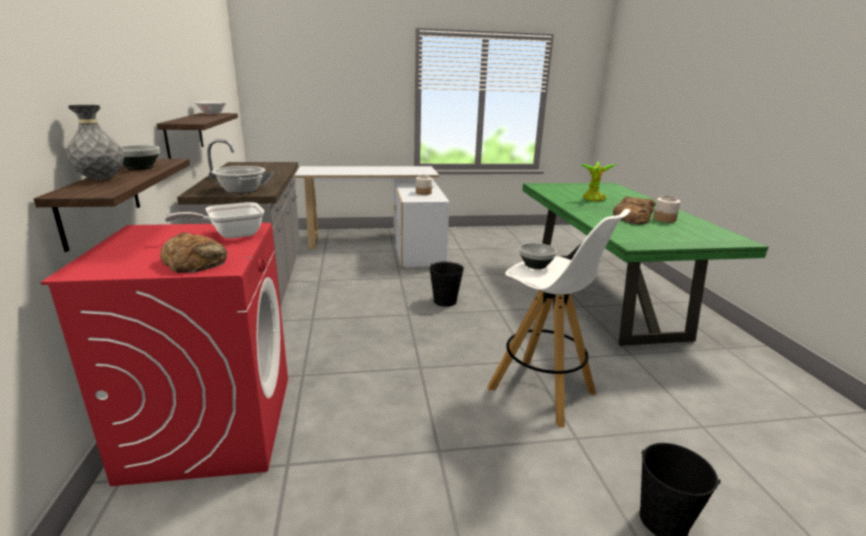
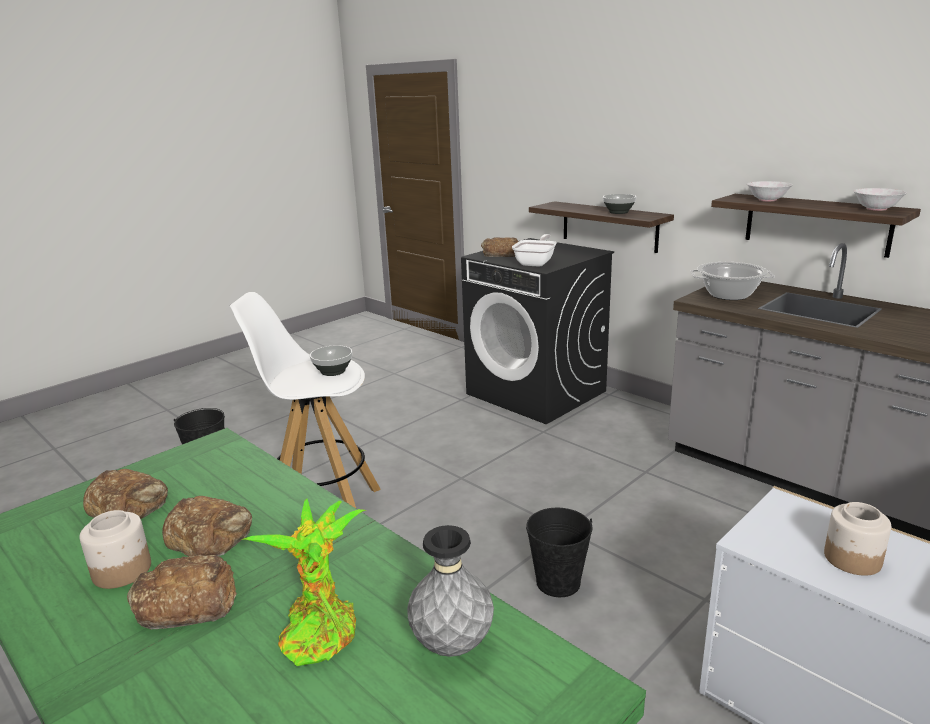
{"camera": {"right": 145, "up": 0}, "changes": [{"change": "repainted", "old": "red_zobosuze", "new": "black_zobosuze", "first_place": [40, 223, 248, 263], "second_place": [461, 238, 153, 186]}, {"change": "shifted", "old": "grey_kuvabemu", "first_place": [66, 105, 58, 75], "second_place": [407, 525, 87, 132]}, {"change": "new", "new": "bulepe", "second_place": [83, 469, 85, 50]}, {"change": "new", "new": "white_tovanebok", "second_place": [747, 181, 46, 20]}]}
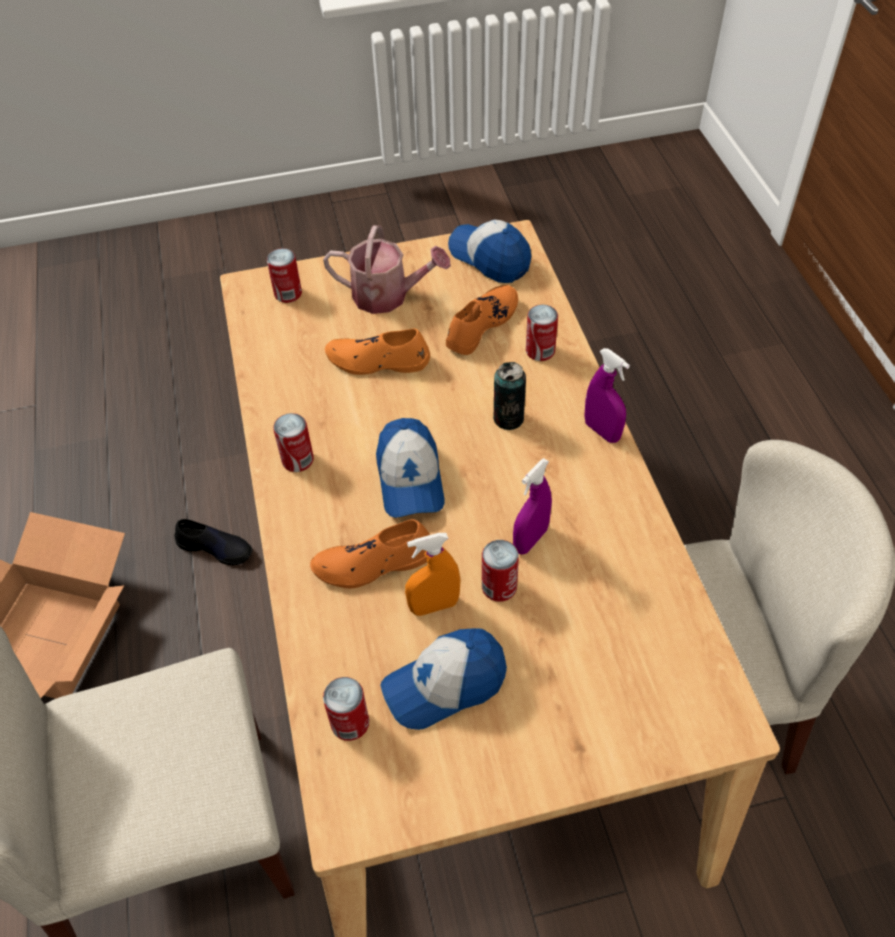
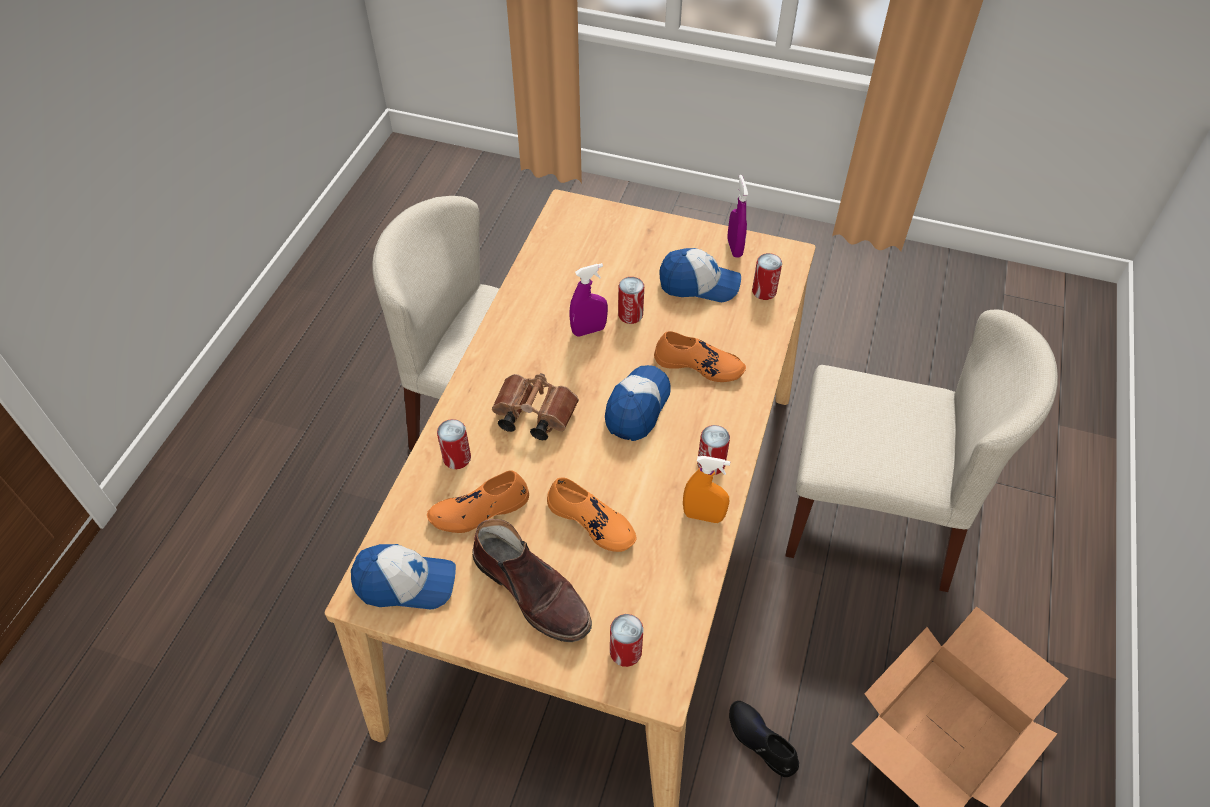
{"camera": {"right": -150, "up": 0}, "changes": [{"change": "swapped", "old": "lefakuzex", "new": "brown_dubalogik", "first_place": [323, 225, 128, 89], "second_place": [473, 519, 119, 123]}, {"change": "shifted", "old": "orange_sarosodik", "first_place": [405, 533, 56, 83], "second_place": [683, 456, 47, 67]}, {"change": "rotated", "old": "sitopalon", "first_place": [448, 220, 83, 63], "second_place": [351, 544, 105, 65], "degrees": -75}, {"change": "swapped", "old": "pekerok", "new": "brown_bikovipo", "first_place": [493, 362, 33, 68], "second_place": [492, 373, 87, 67]}, {"change": "shifted", "old": "purple_sarosodik", "first_place": [585, 348, 45, 95], "second_place": [727, 175, 21, 83]}]}
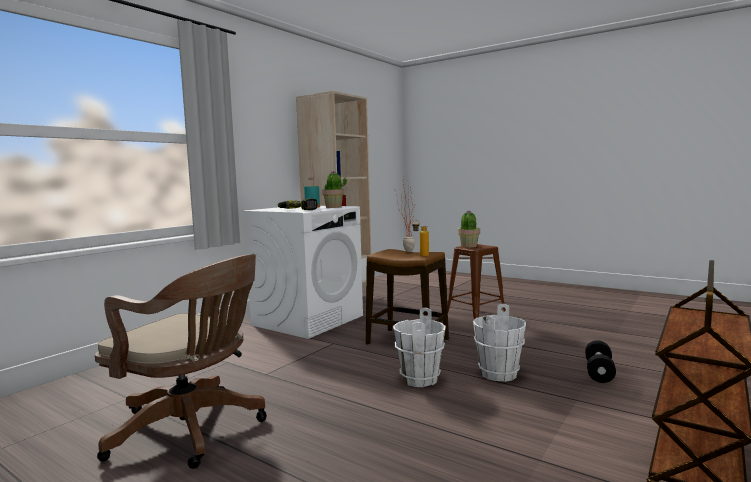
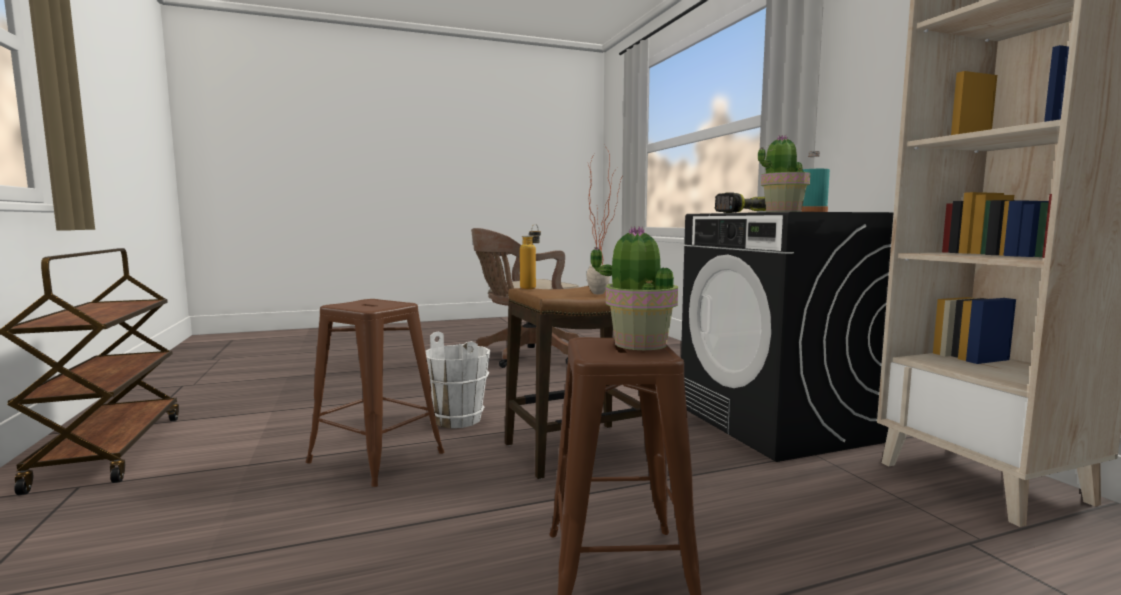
{"camera": {"right": 125, "up": 0}, "changes": [{"change": "repainted", "old": "white_zobosuze", "new": "black_zobosuze", "first_place": [242, 206, 121, 133], "second_place": [681, 212, 213, 250]}, {"change": "swapped", "old": "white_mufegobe", "new": "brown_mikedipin", "first_place": [473, 304, 53, 78], "second_place": [306, 299, 138, 188]}, {"change": "gone", "old": "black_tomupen", "first_place": [585, 340, 31, 43]}]}
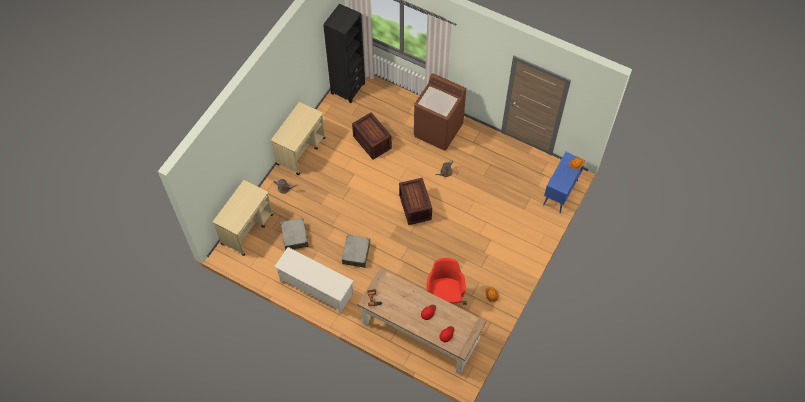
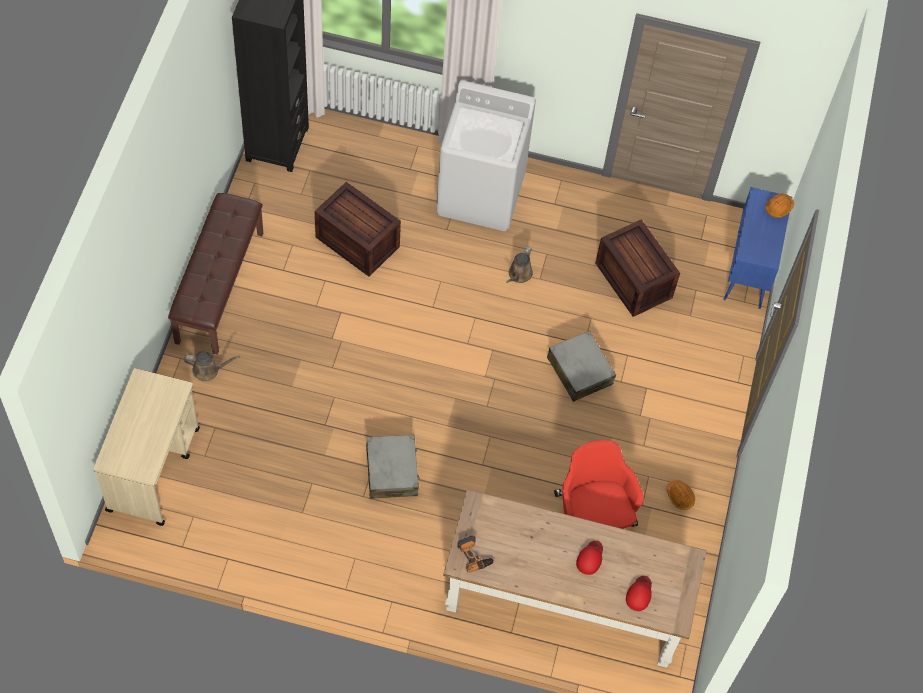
{"camera": {"right": -20, "up": 0}, "changes": [{"change": "swapped", "old": "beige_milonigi", "new": "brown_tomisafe", "first_place": [271, 102, 55, 73], "second_place": [168, 193, 95, 162]}, {"change": "gone", "old": "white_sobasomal", "first_place": [274, 247, 80, 66]}, {"change": "shifted", "old": "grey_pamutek", "first_place": [280, 218, 29, 32], "second_place": [547, 331, 69, 71]}, {"change": "shifted", "old": "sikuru", "first_place": [399, 178, 33, 47], "second_place": [595, 220, 85, 97]}, {"change": "repainted", "old": "brown_zobosuze", "new": "white_zobosuze", "first_place": [414, 73, 52, 78], "second_place": [436, 81, 100, 150]}]}
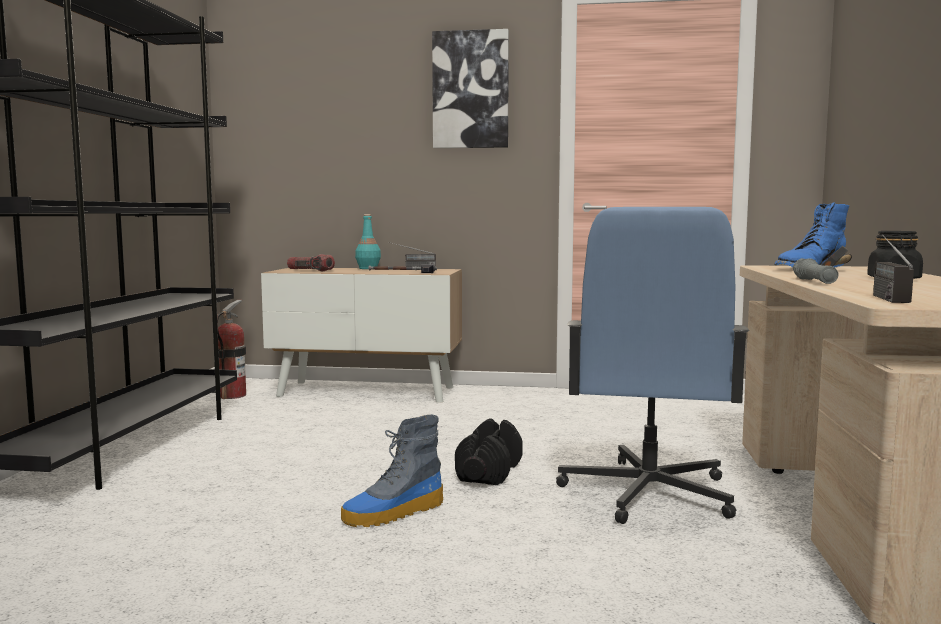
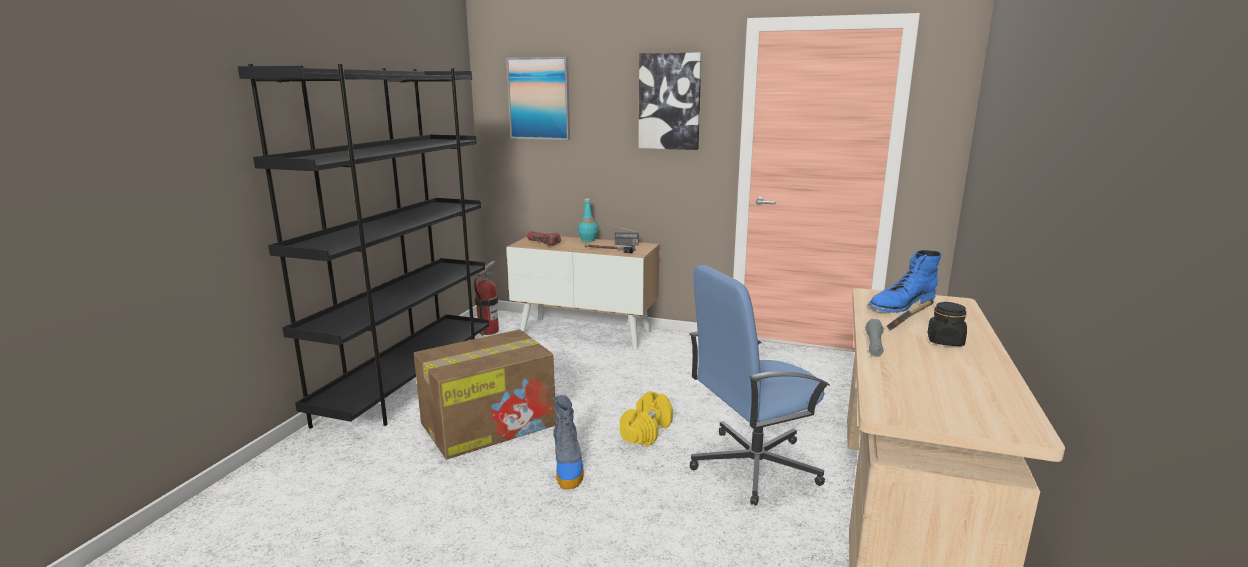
{"camera": {"right": 10, "up": 10}, "changes": [{"change": "rotated", "old": "dubalogik", "first_place": [341, 415, 102, 112], "second_place": [553, 395, 31, 94], "degrees": -75}, {"change": "repainted", "old": "black_tomupen", "new": "yellow_tomupen", "first_place": [455, 418, 68, 67], "second_place": [620, 391, 53, 55]}, {"change": "rotated", "old": "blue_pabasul", "first_place": [556, 207, 194, 317], "second_place": [690, 265, 140, 241], "degrees": 45}, {"change": "gone", "old": "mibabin", "first_place": [873, 235, 41, 68]}, {"change": "new", "new": "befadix", "second_place": [414, 329, 142, 131]}, {"change": "new", "new": "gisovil", "second_place": [506, 57, 64, 83]}]}
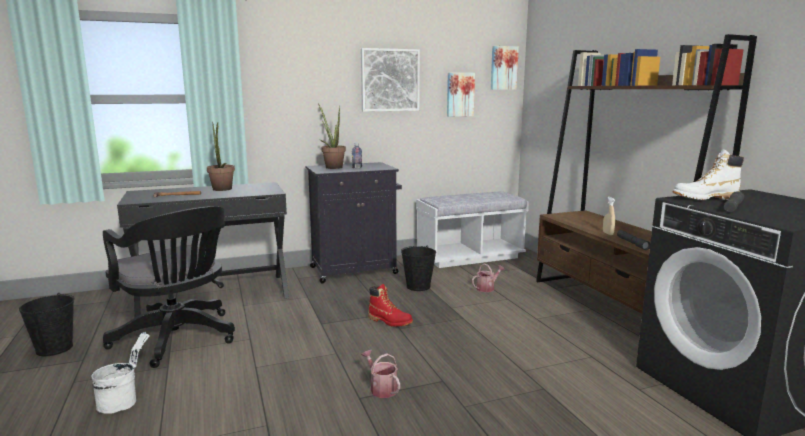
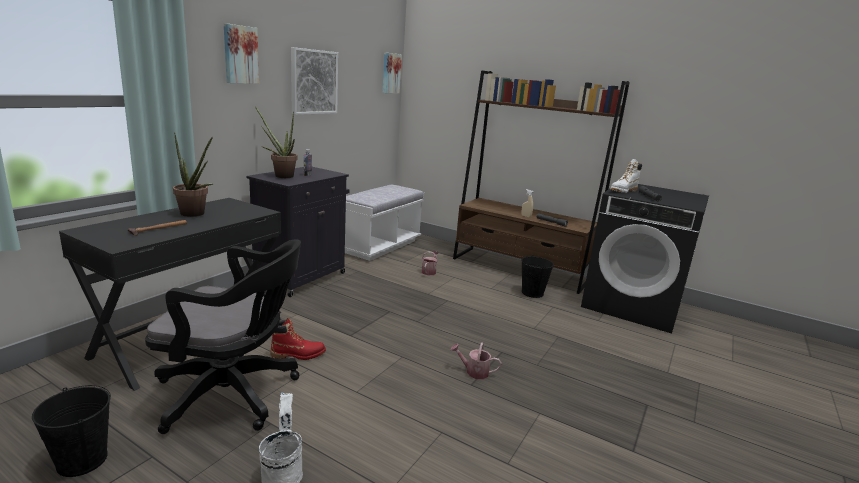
{"camera": {"right": -40, "up": 5}, "changes": [{"change": "shifted", "old": "red_dubalogik", "first_place": [368, 284, 45, 43], "second_place": [270, 318, 56, 42]}, {"change": "shifted", "old": "black_mufegobe", "first_place": [401, 246, 35, 45], "second_place": [521, 255, 33, 43]}, {"change": "shifted", "old": "gisovil", "first_place": [447, 73, 28, 44], "second_place": [224, 23, 35, 61]}]}
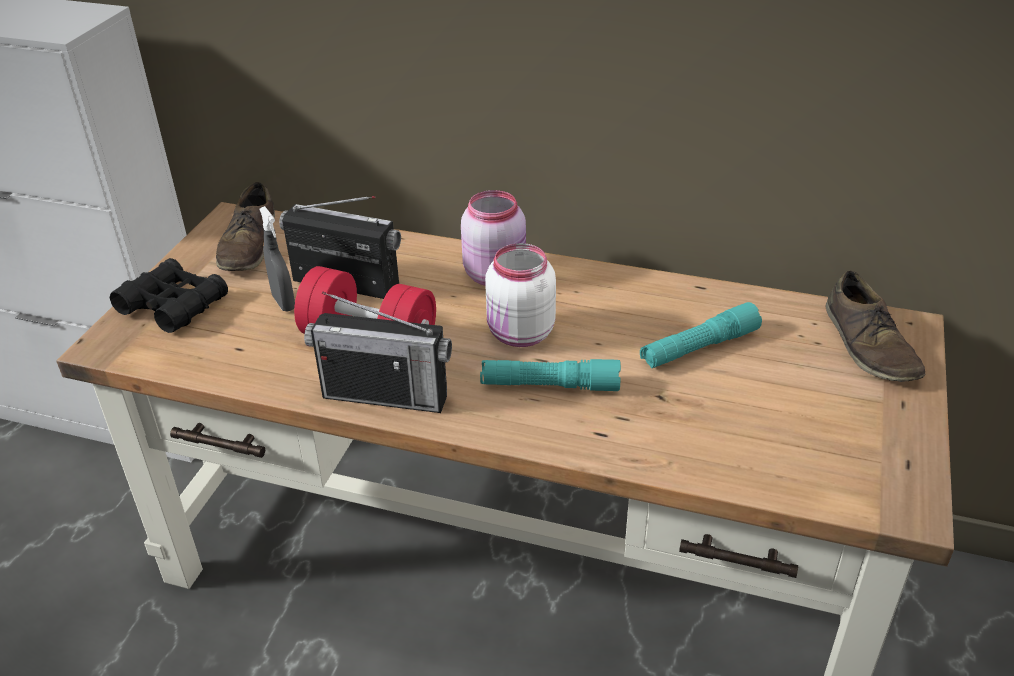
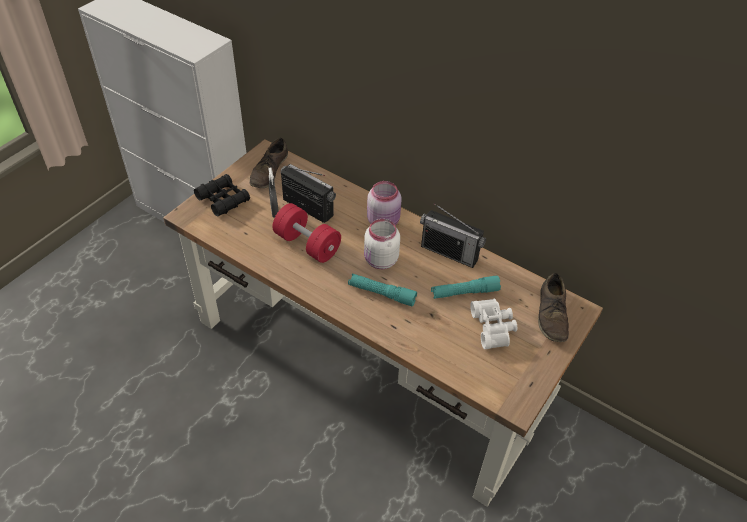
{"camera": {"right": 15, "up": 10}, "changes": [{"change": "shifted", "old": "mibabin", "first_place": [304, 292, 148, 121], "second_place": [420, 203, 66, 65]}, {"change": "new", "new": "white_bikovipo", "second_place": [470, 299, 47, 50]}]}
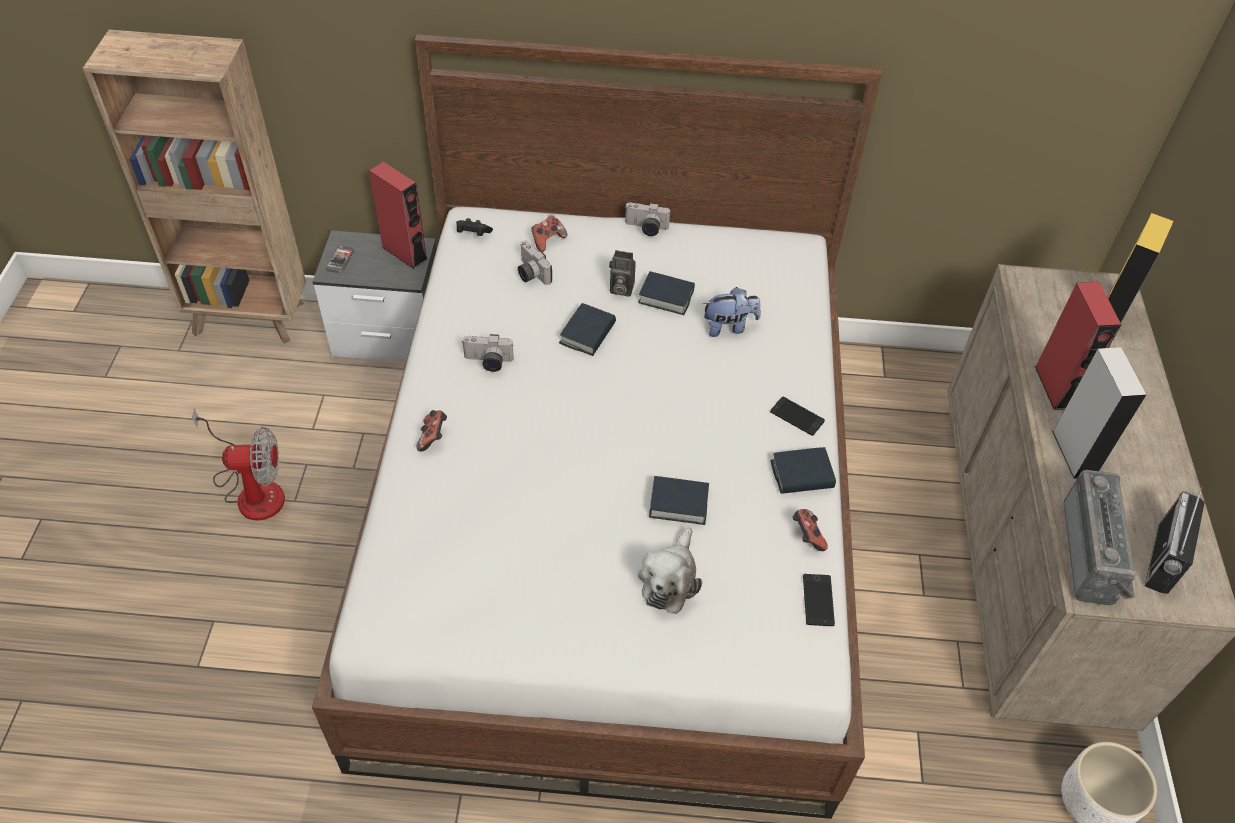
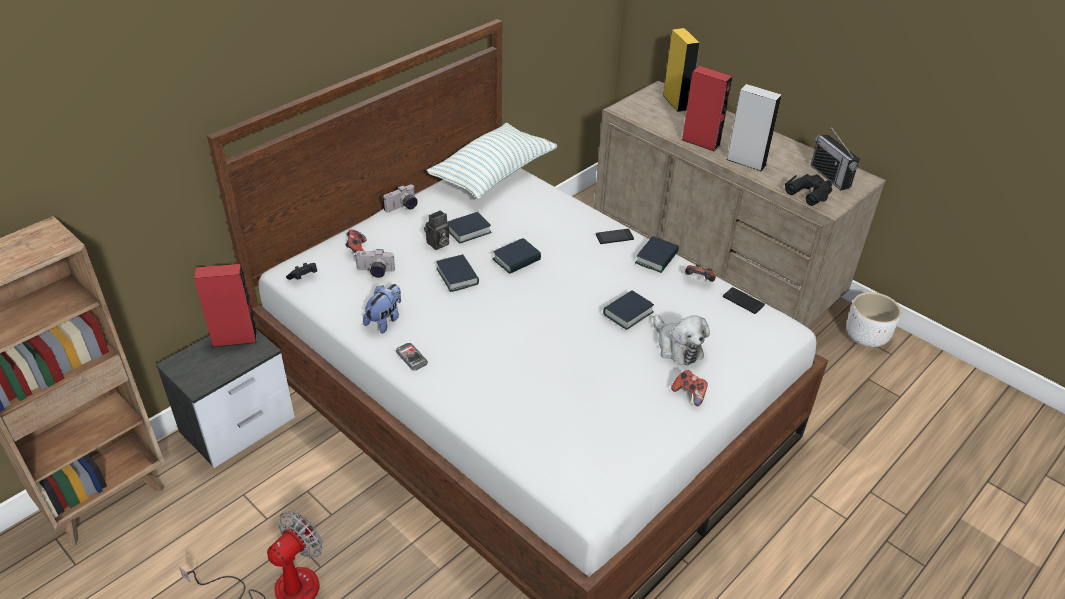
{"camera": {"right": -50, "up": -10}, "changes": [{"change": "shifted", "old": "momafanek", "first_place": [325, 245, 30, 28], "second_place": [396, 343, 32, 27]}, {"change": "shifted", "old": "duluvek", "first_place": [416, 410, 31, 41], "second_place": [671, 370, 37, 36]}, {"change": "gone", "old": "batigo", "first_place": [462, 334, 52, 38]}, {"change": "shifted", "old": "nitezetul", "first_place": [703, 287, 58, 50], "second_place": [363, 284, 38, 50]}, {"change": "swapped", "old": "mibabin", "new": "black_bikovipo", "first_place": [1063, 470, 73, 135], "second_place": [785, 174, 48, 32]}, {"change": "new", "new": "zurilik", "second_place": [427, 123, 130, 76]}, {"change": "new", "new": "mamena", "second_place": [492, 238, 49, 36]}]}
